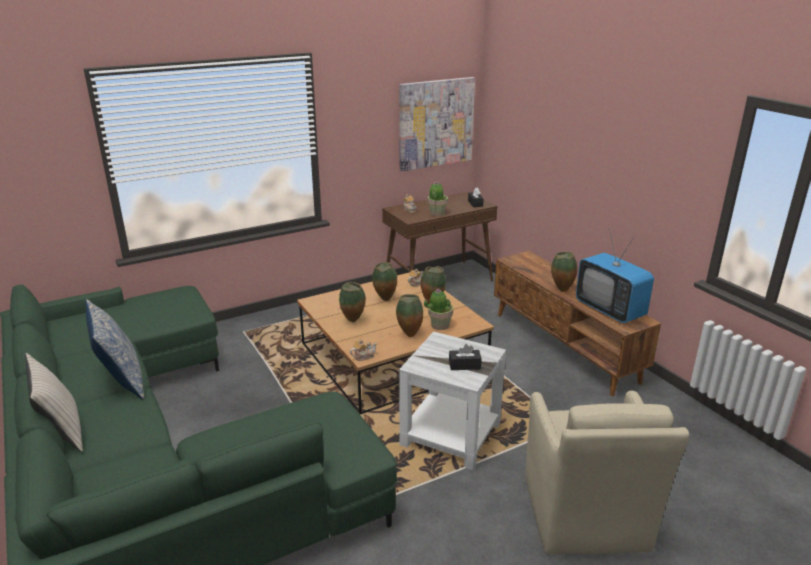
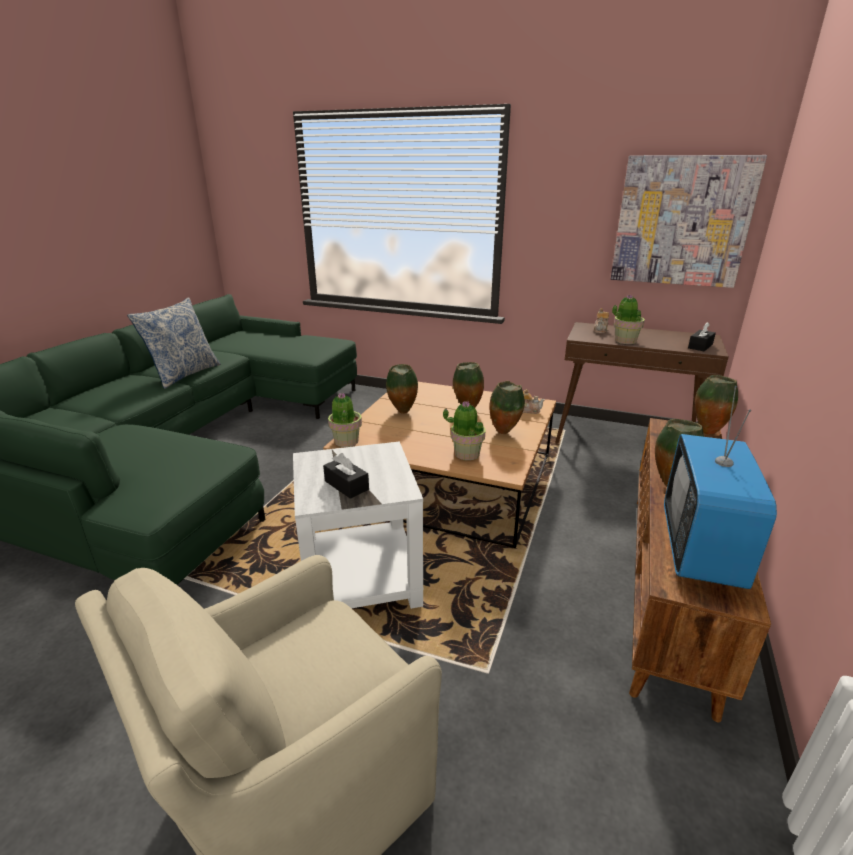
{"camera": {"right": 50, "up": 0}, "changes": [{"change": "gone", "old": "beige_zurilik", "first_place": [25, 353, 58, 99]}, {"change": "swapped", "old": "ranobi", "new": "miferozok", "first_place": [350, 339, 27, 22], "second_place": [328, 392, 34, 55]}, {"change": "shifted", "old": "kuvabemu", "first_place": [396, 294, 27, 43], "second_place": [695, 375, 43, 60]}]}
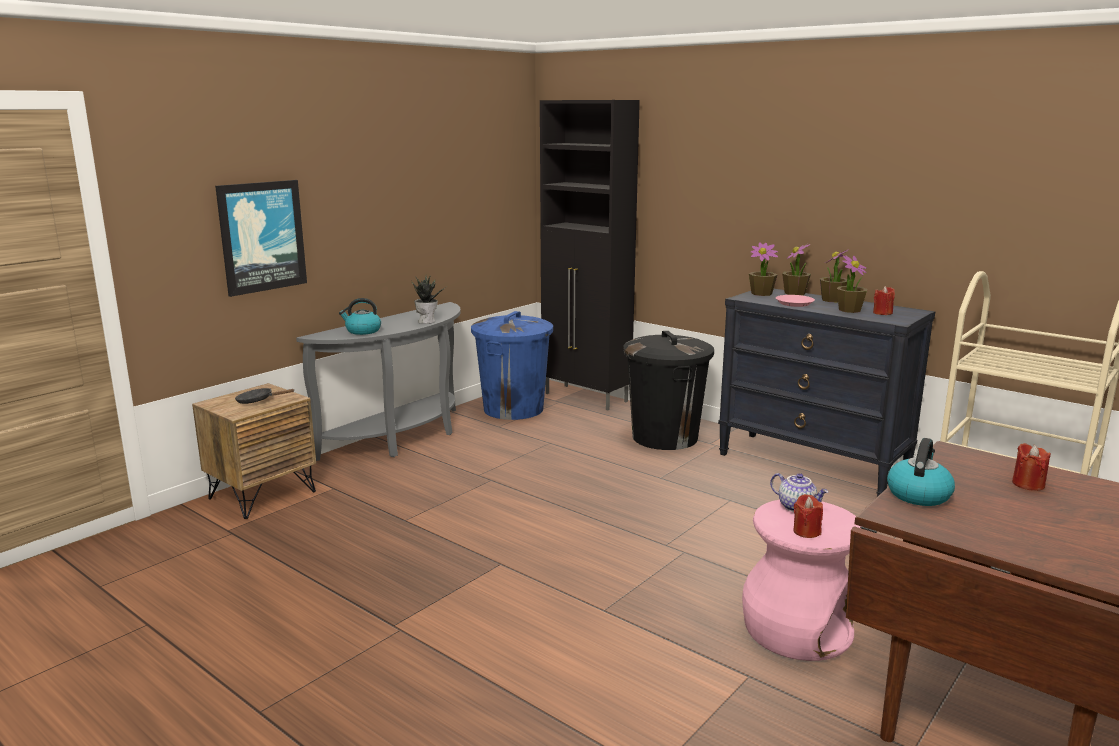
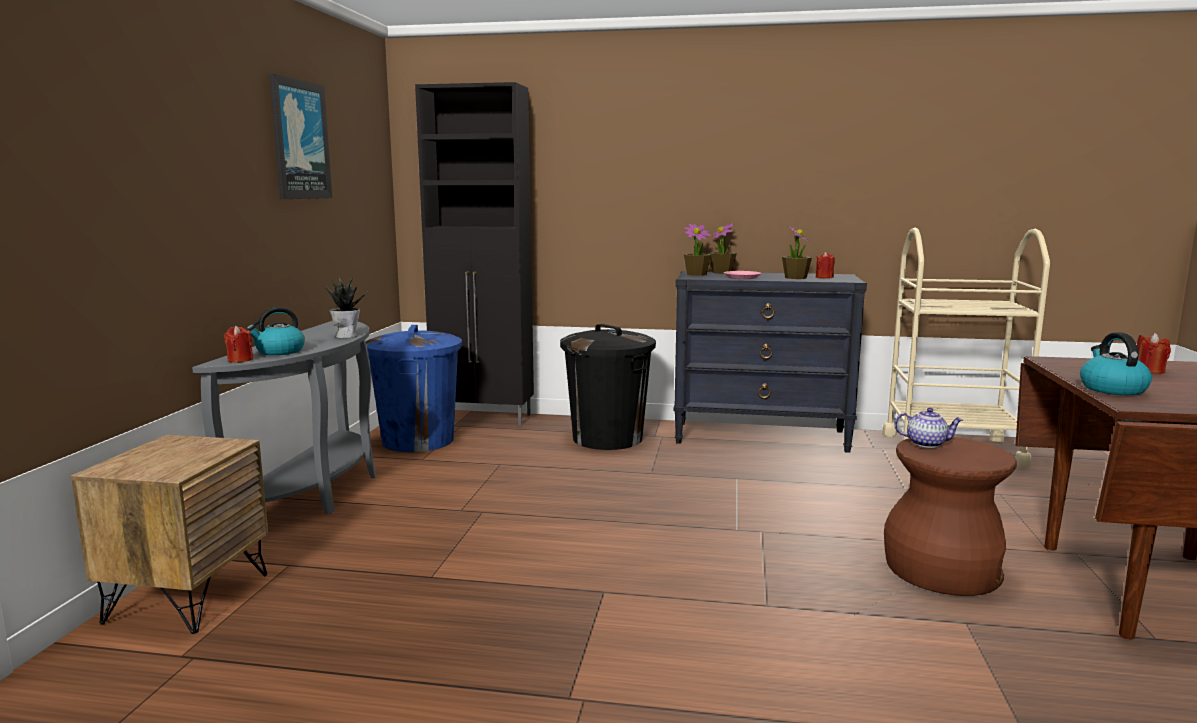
{"camera": {"right": -30, "up": -5}, "changes": [{"change": "shifted", "old": "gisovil", "first_place": [215, 180, 92, 117], "second_place": [270, 73, 62, 126]}, {"change": "gone", "old": "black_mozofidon", "first_place": [235, 388, 60, 16]}, {"change": "repainted", "old": "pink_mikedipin", "new": "brown_mikedipin", "first_place": [742, 500, 119, 161], "second_place": [884, 437, 133, 159]}, {"change": "shifted", "old": "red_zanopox", "first_place": [793, 494, 30, 44], "second_place": [224, 326, 29, 37]}, {"change": "gone", "old": "miferozok", "first_place": [820, 249, 29, 53]}]}
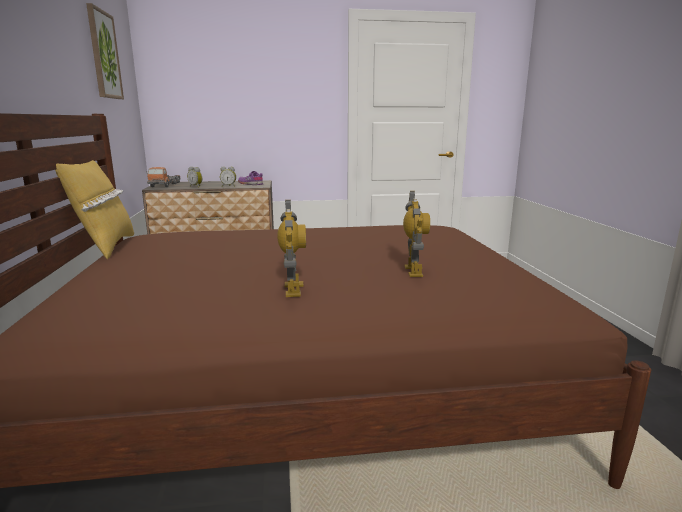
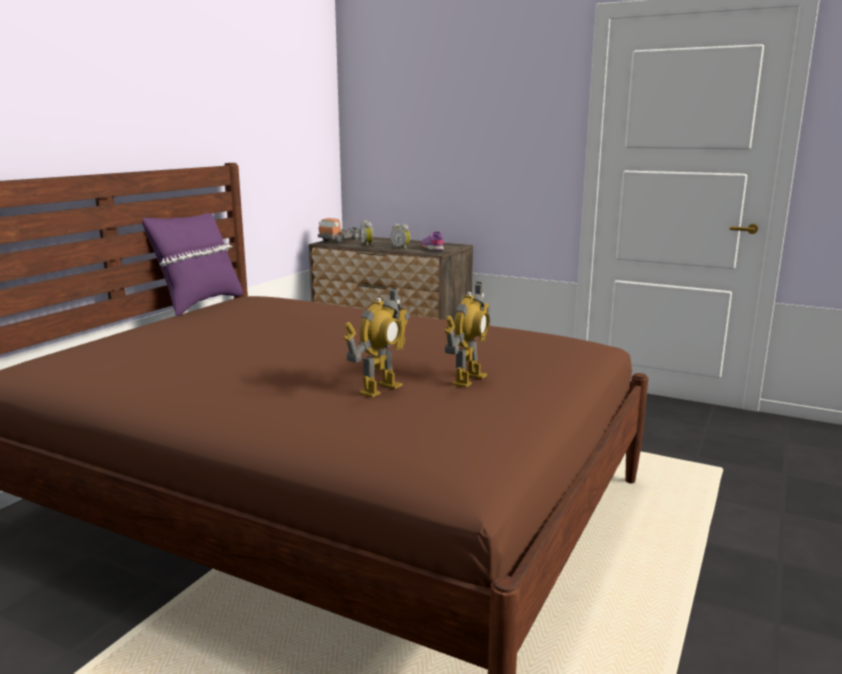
{"camera": {"right": 35, "up": 0}, "changes": [{"change": "repainted", "old": "yellow_zurilik", "new": "purple_zurilik", "first_place": [55, 160, 79, 99], "second_place": [142, 213, 101, 104]}, {"change": "gone", "old": "gisovil", "first_place": [86, 3, 38, 96]}, {"change": "shifted", "old": "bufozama", "first_place": [277, 200, 29, 97], "second_place": [444, 282, 46, 106]}]}
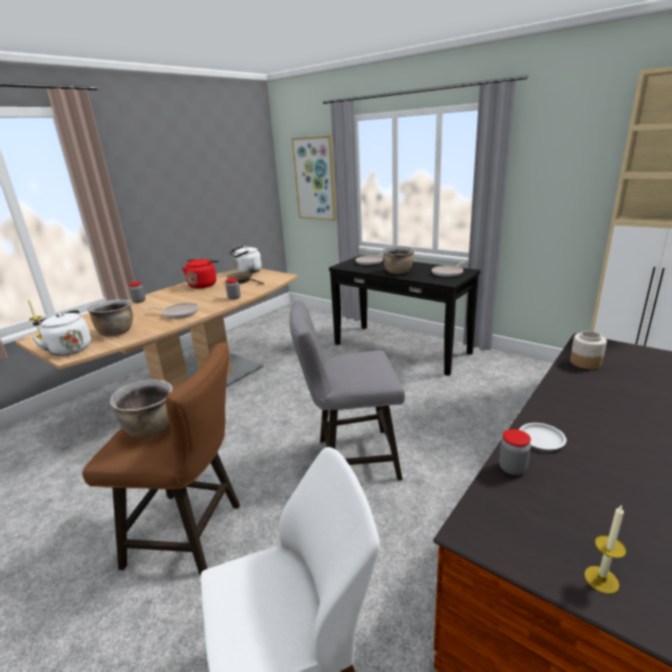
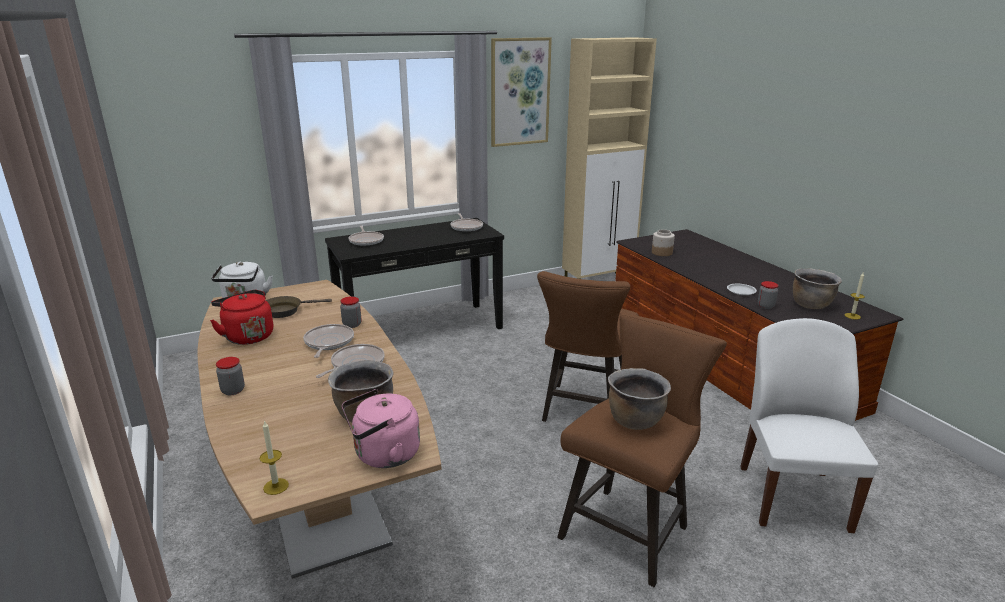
{"camera": {"right": -65, "up": 0}, "changes": [{"change": "repainted", "old": "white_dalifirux", "new": "pink_dalifirux", "first_place": [31, 310, 60, 46], "second_place": [342, 389, 78, 79]}, {"change": "repainted", "old": "grey_mikedipin", "new": "brown_mikedipin", "first_place": [289, 300, 116, 181], "second_place": [537, 271, 102, 151]}, {"change": "shifted", "old": "gisovil", "first_place": [292, 135, 45, 86], "second_place": [491, 37, 61, 110]}, {"change": "shifted", "old": "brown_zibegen", "first_place": [383, 246, 31, 28], "second_place": [793, 269, 49, 40]}, {"change": "new", "new": "mozofidon", "second_place": [303, 324, 51, 34]}]}
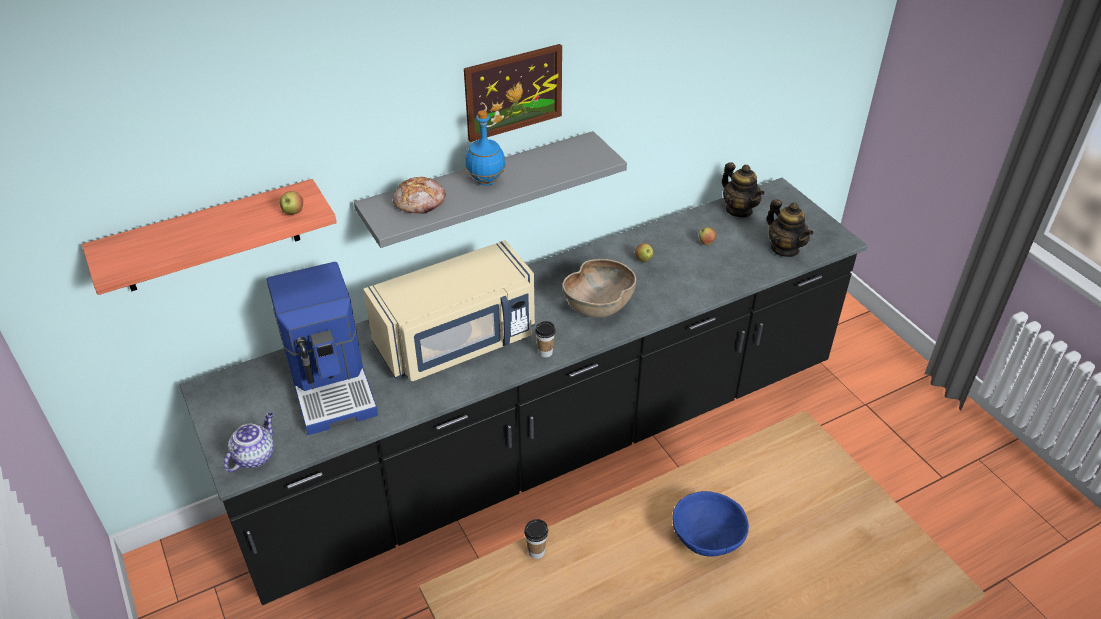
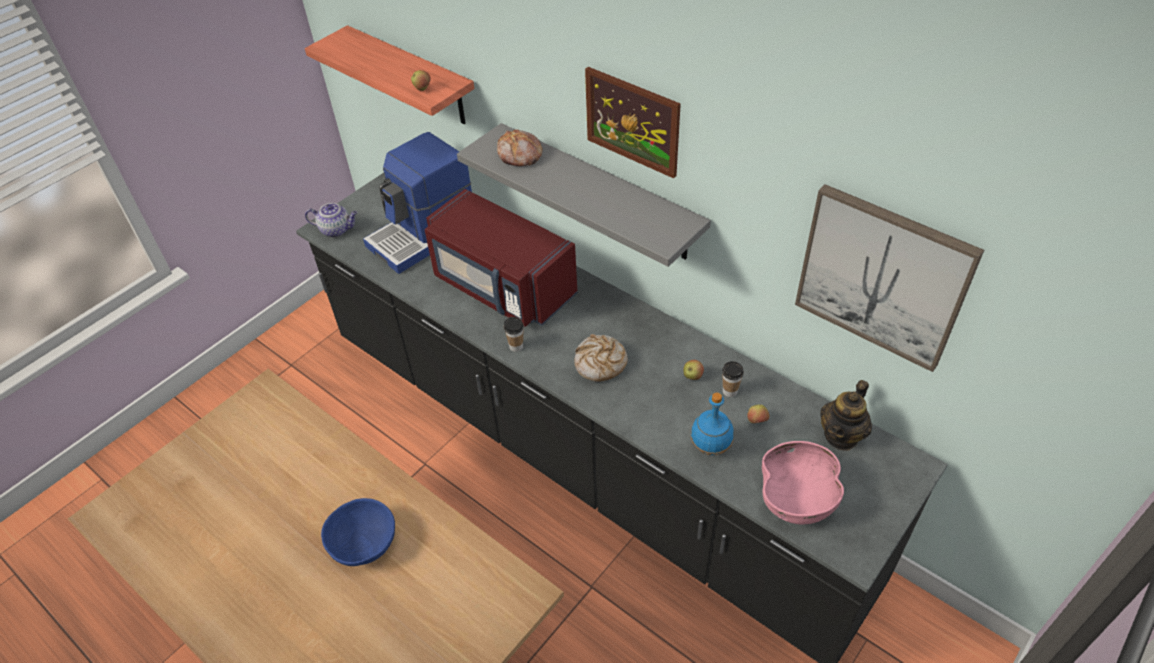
{"camera": {"right": 70, "up": 5}, "changes": [{"change": "repainted", "old": "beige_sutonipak", "new": "red_sutonipak", "first_place": [363, 240, 172, 141], "second_place": [425, 189, 153, 138]}, {"change": "shifted", "old": "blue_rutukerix", "first_place": [465, 110, 40, 76], "second_place": [691, 392, 43, 63]}, {"change": "shifted", "old": "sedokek", "first_place": [524, 519, 24, 40], "second_place": [722, 361, 22, 36]}, {"change": "swapped", "old": "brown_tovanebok", "new": "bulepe", "first_place": [562, 259, 74, 59], "second_place": [574, 334, 54, 48]}, {"change": "swapped", "old": "ranobi", "new": "pink_tovanebok", "first_place": [767, 199, 46, 58], "second_place": [762, 441, 82, 83]}, {"change": "new", "new": "gisovil", "second_place": [795, 184, 189, 188]}]}
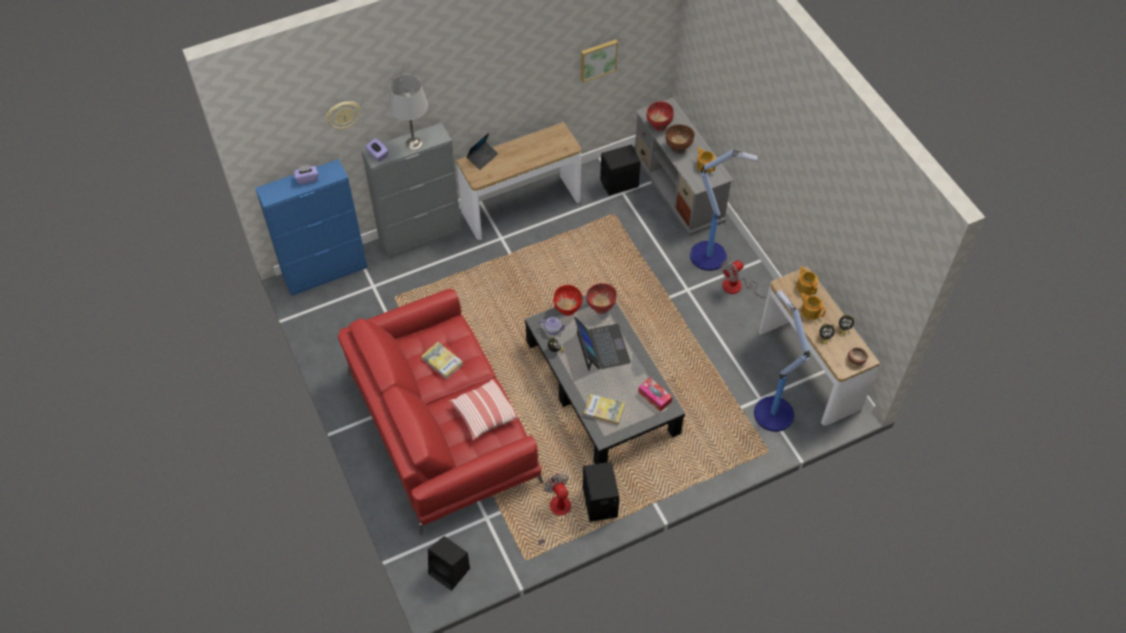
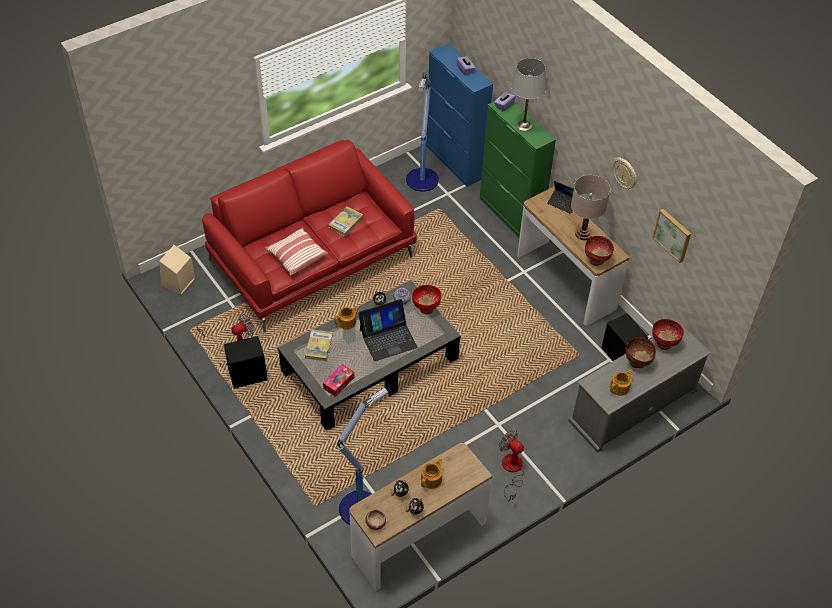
{"camera": {"right": 80, "up": -5}, "changes": [{"change": "shifted", "old": "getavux", "first_place": [326, 101, 35, 29], "second_place": [613, 158, 24, 31]}, {"change": "repainted", "old": "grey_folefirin", "new": "green_folefirin", "first_place": [361, 123, 101, 136], "second_place": [480, 102, 76, 136]}, {"change": "repainted", "old": "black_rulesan", "new": "beige_rulesan", "first_place": [428, 536, 42, 55], "second_place": [159, 245, 36, 50]}, {"change": "shifted", "old": "red_tovanebok", "first_place": [586, 283, 31, 31], "second_place": [585, 236, 29, 30]}, {"change": "shifted", "old": "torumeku", "first_place": [690, 149, 69, 122], "second_place": [406, 72, 33, 120]}, {"change": "shifted", "old": "ranobi", "first_place": [796, 266, 22, 29], "second_place": [334, 306, 26, 23]}, {"change": "new", "new": "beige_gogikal", "second_place": [571, 175, 39, 65]}]}
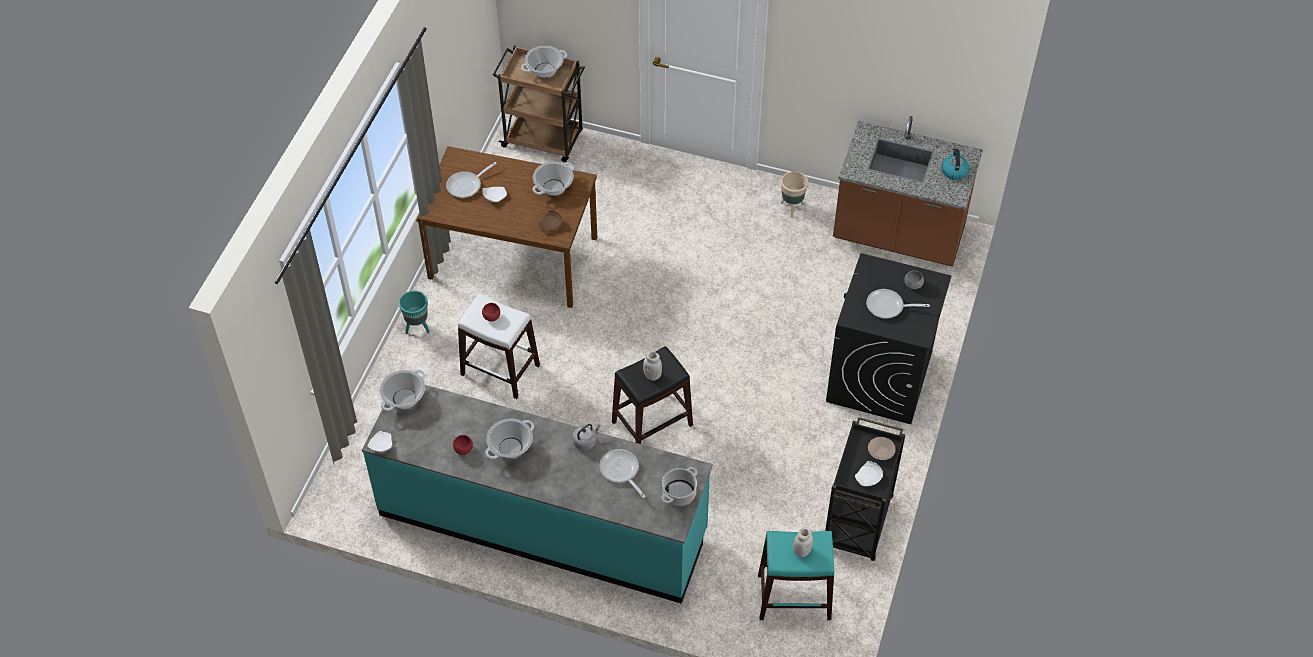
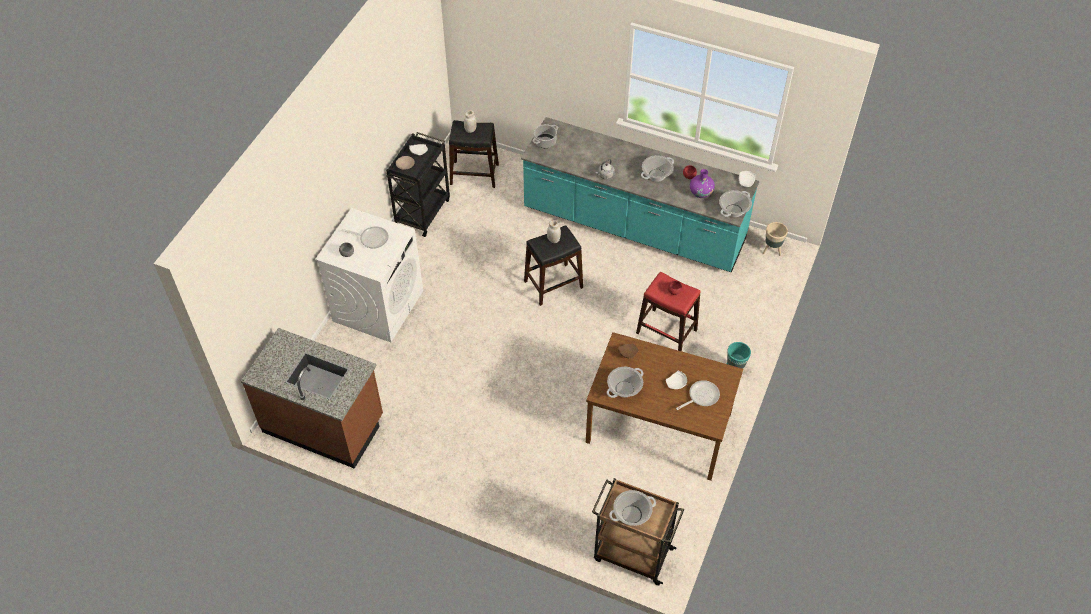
{"camera": {"right": -175, "up": 0}, "changes": [{"change": "repainted", "old": "white_mikedipin", "new": "red_mikedipin", "first_place": [458, 294, 82, 105], "second_place": [636, 272, 65, 79]}, {"change": "gone", "old": "mozofidon", "first_place": [599, 449, 47, 49]}, {"change": "repainted", "old": "turquoise_mikedipin", "new": "black_mikedipin", "first_place": [758, 531, 77, 89], "second_place": [449, 120, 50, 68]}, {"change": "shifted", "old": "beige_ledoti", "first_place": [781, 171, 27, 47], "second_place": [763, 222, 25, 34]}, {"change": "repainted", "old": "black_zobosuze", "new": "white_zobosuze", "first_place": [826, 253, 125, 171], "second_place": [315, 208, 108, 134]}, {"change": "gone", "old": "dalifirux", "first_place": [941, 148, 28, 32]}, {"change": "new", "new": "purple_kuvabemu", "second_place": [690, 169, 25, 29]}]}
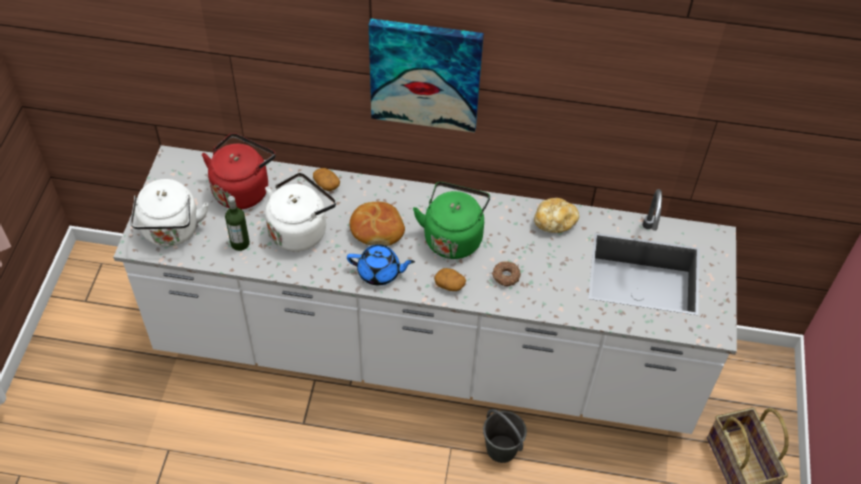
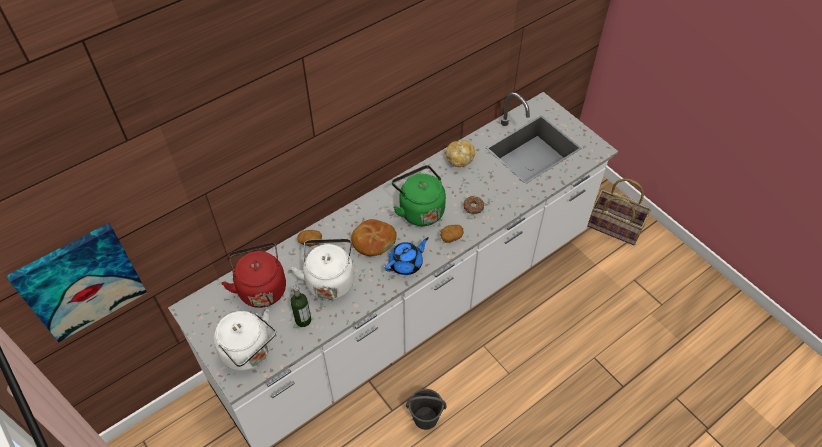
{"camera": {"right": -45, "up": 0}, "changes": [{"change": "shifted", "old": "gisovil", "first_place": [369, 18, 115, 115], "second_place": [6, 223, 141, 119]}, {"change": "shifted", "old": "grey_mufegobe", "first_place": [483, 409, 44, 54], "second_place": [406, 389, 41, 41]}]}
